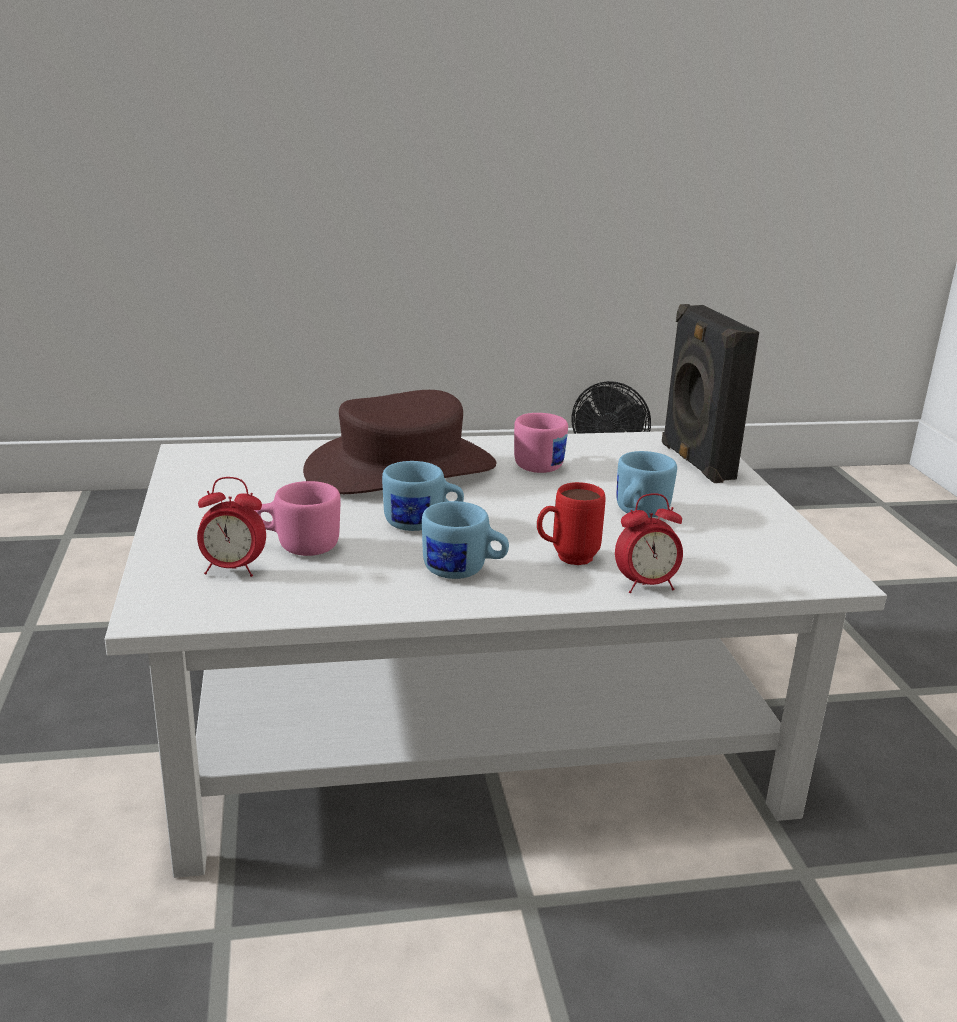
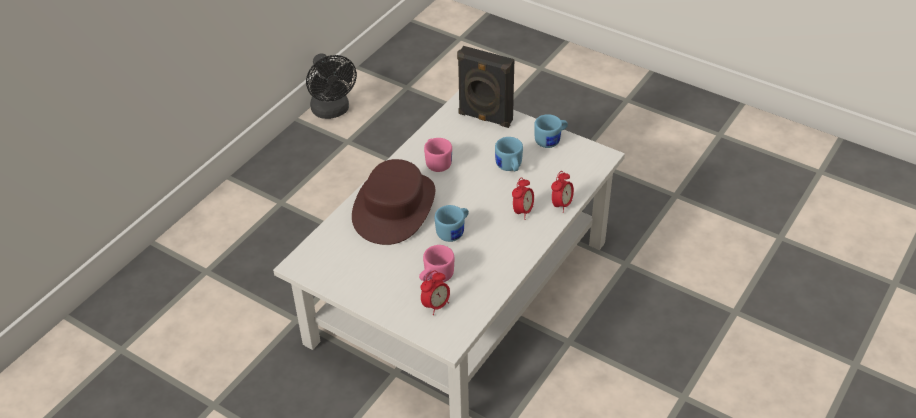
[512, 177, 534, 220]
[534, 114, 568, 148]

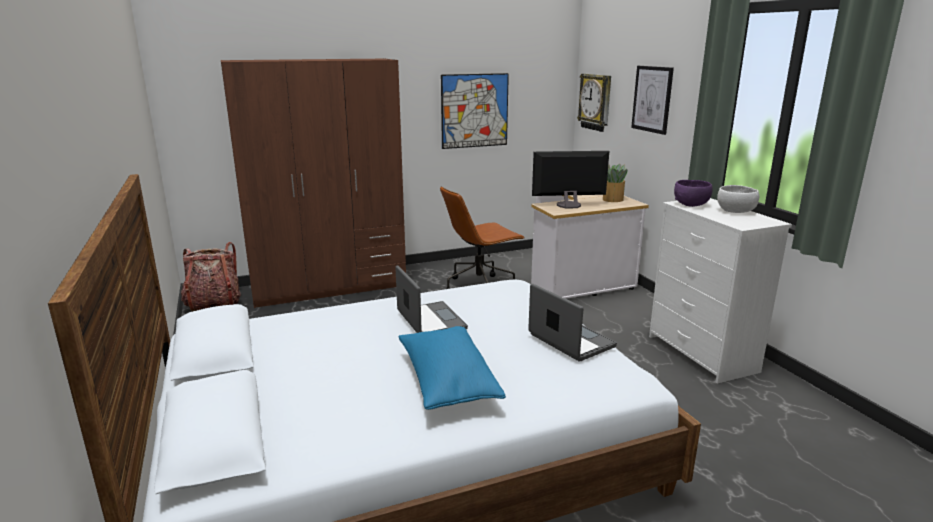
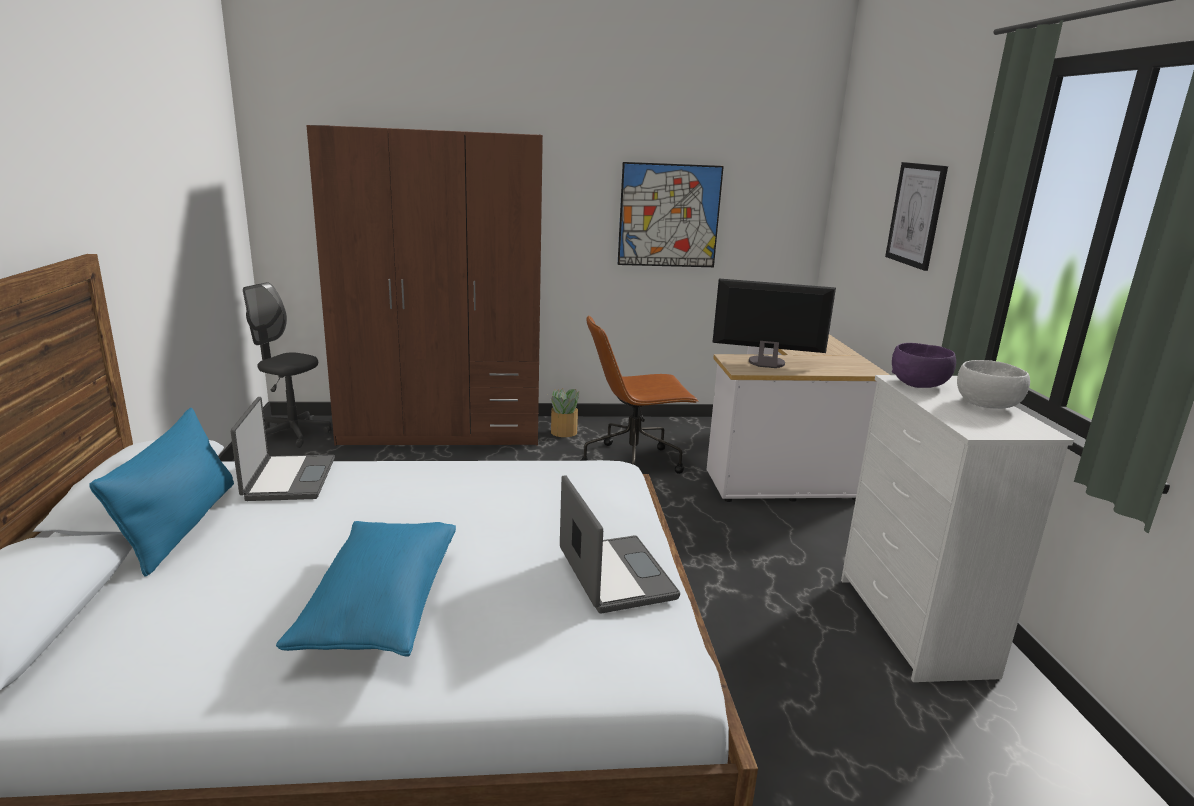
[577, 73, 611, 132] (first image)
[548, 388, 579, 437]
[243, 282, 331, 448]
[231, 397, 335, 501]
[89, 408, 234, 577]

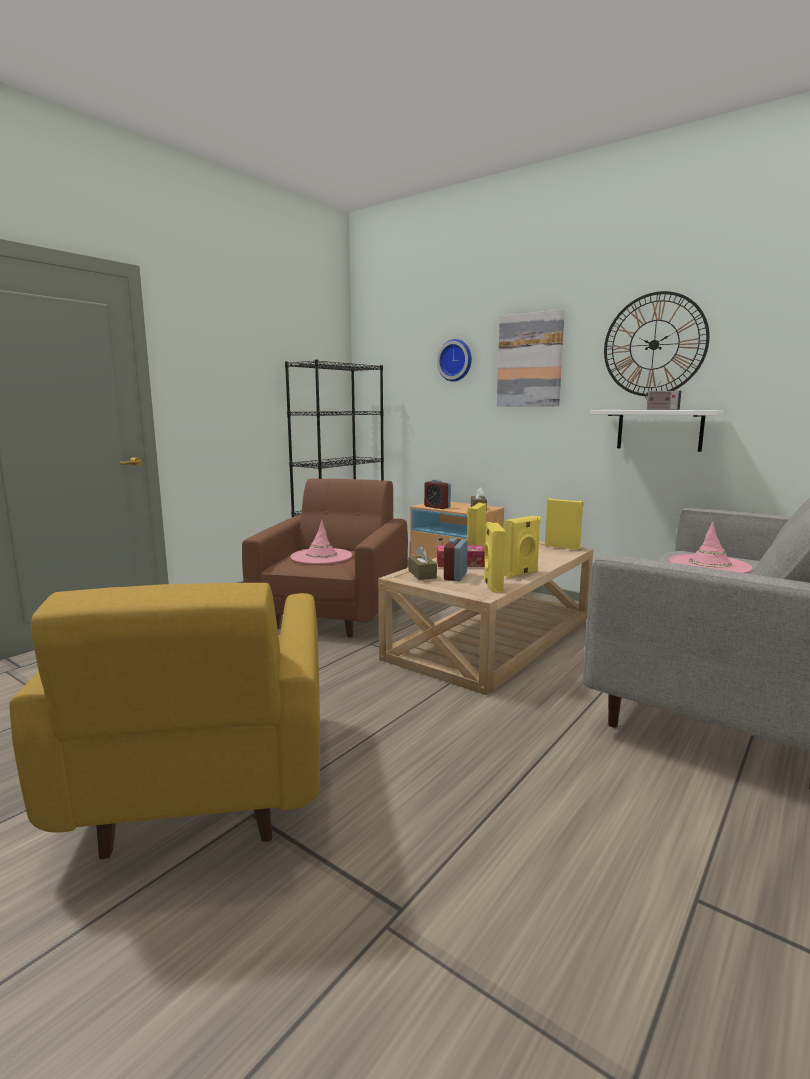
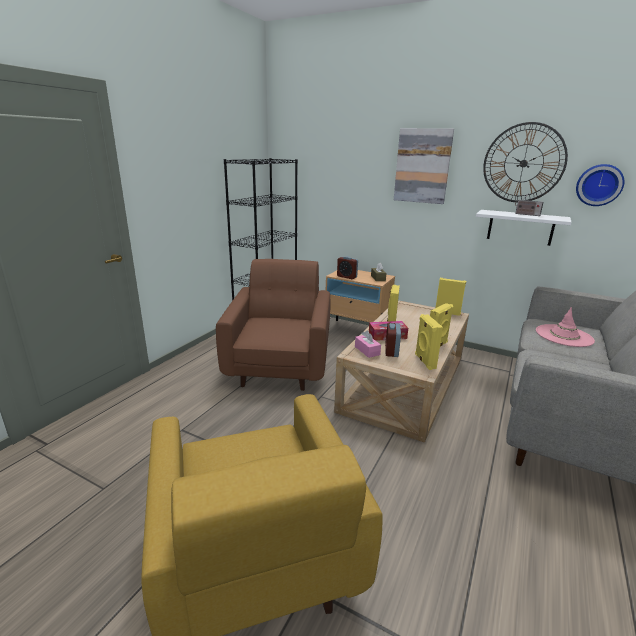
[576, 164, 625, 206]
[290, 520, 352, 564] (first image)
[355, 330, 381, 358]

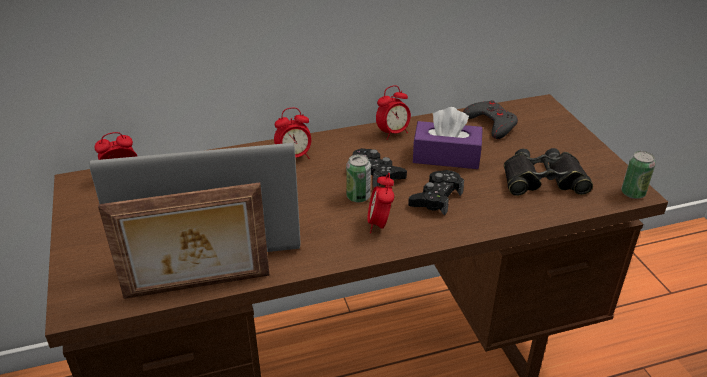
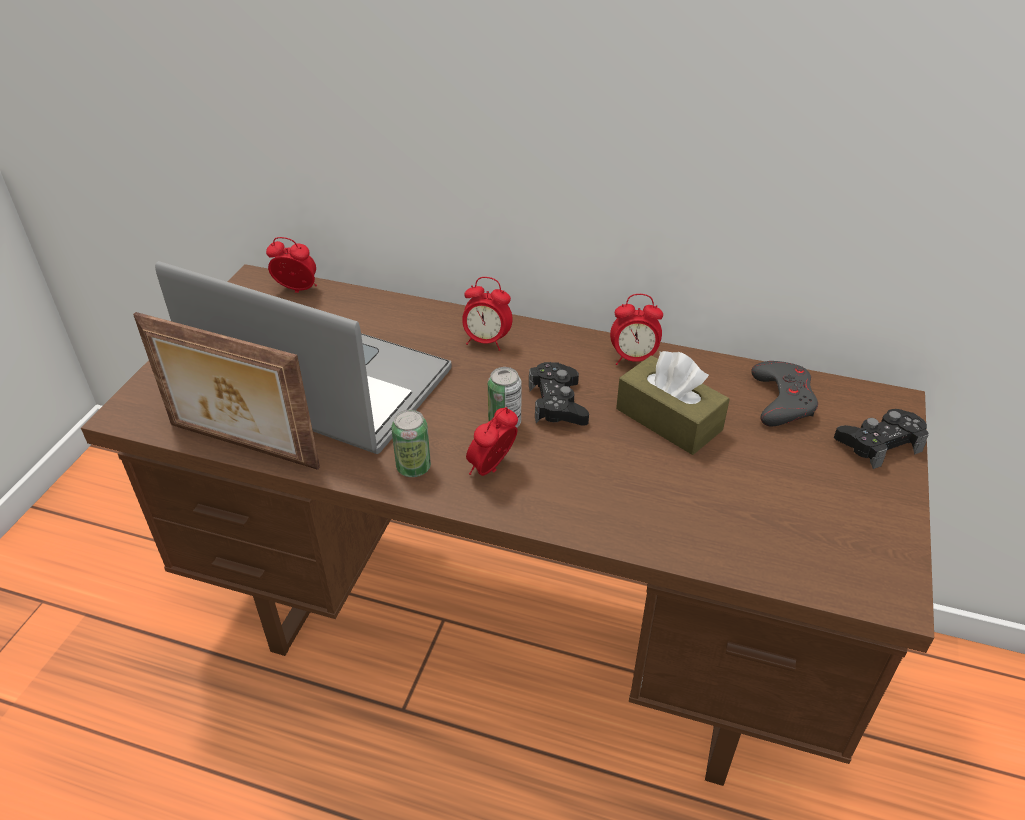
[616, 351, 730, 455]
[504, 148, 593, 196] (first image)
[391, 410, 431, 477]
[834, 409, 929, 469]

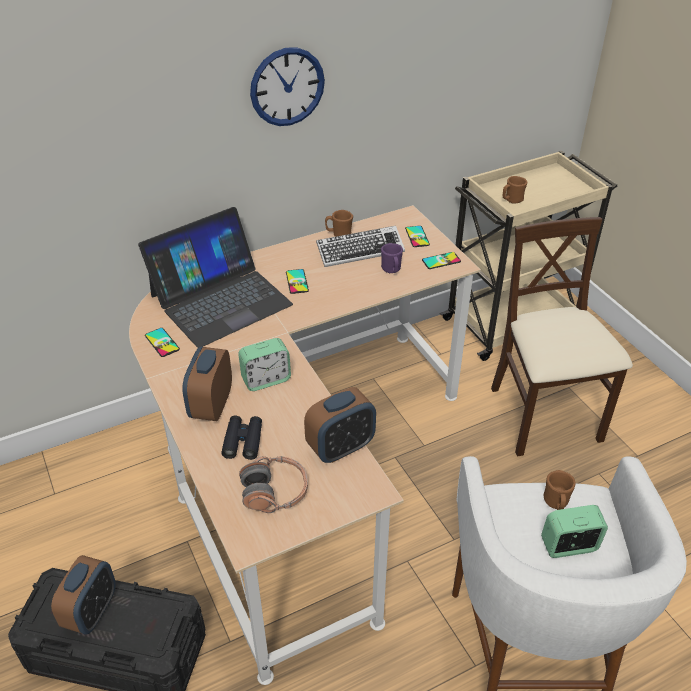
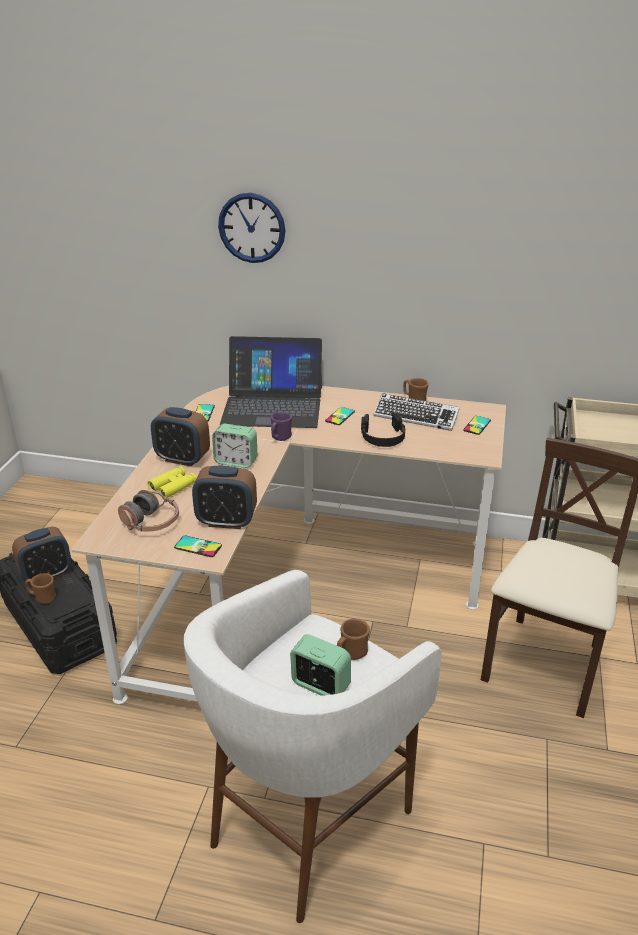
[218, 193, 286, 263]
[25, 573, 56, 604]
[271, 412, 292, 441]
[174, 536, 222, 557]
[151, 407, 210, 467]
[147, 466, 196, 498]
[361, 413, 405, 447]

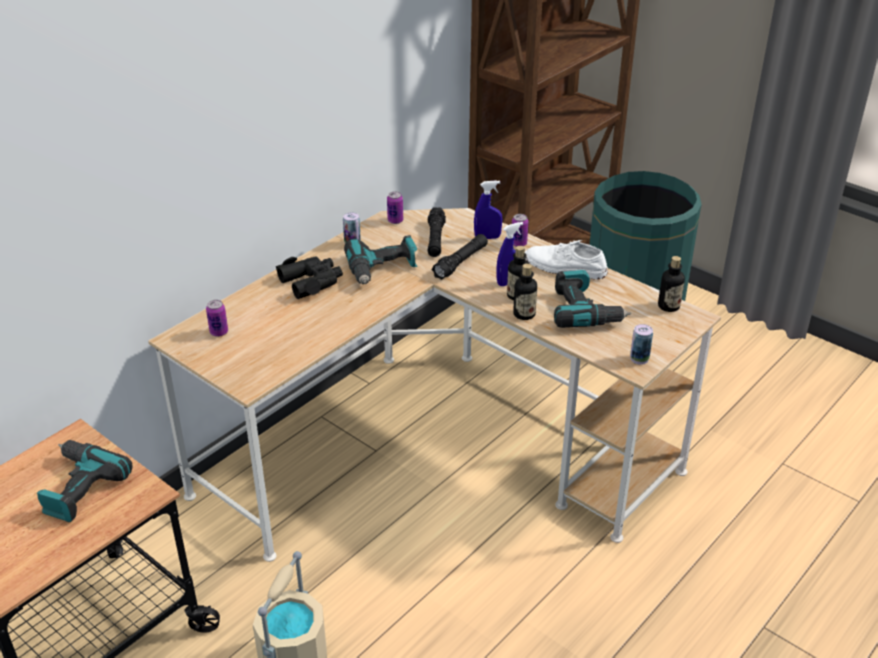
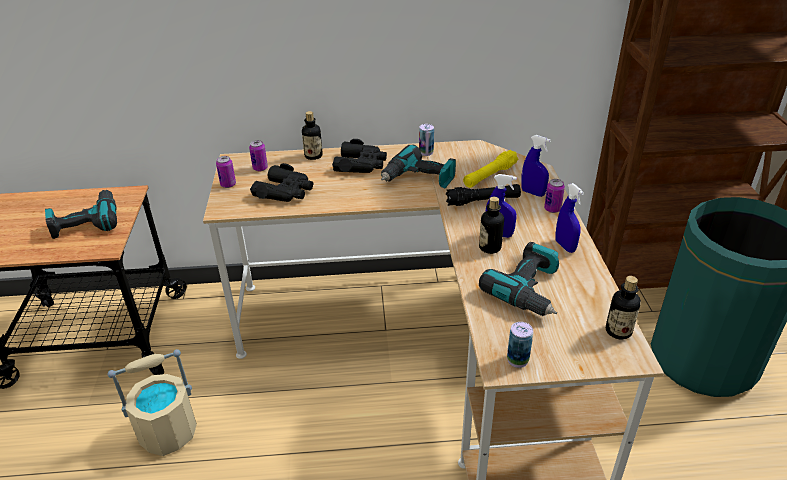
[216, 156, 236, 188]
[463, 150, 518, 188]
[555, 183, 584, 253]
[302, 111, 323, 160]
[250, 163, 313, 202]

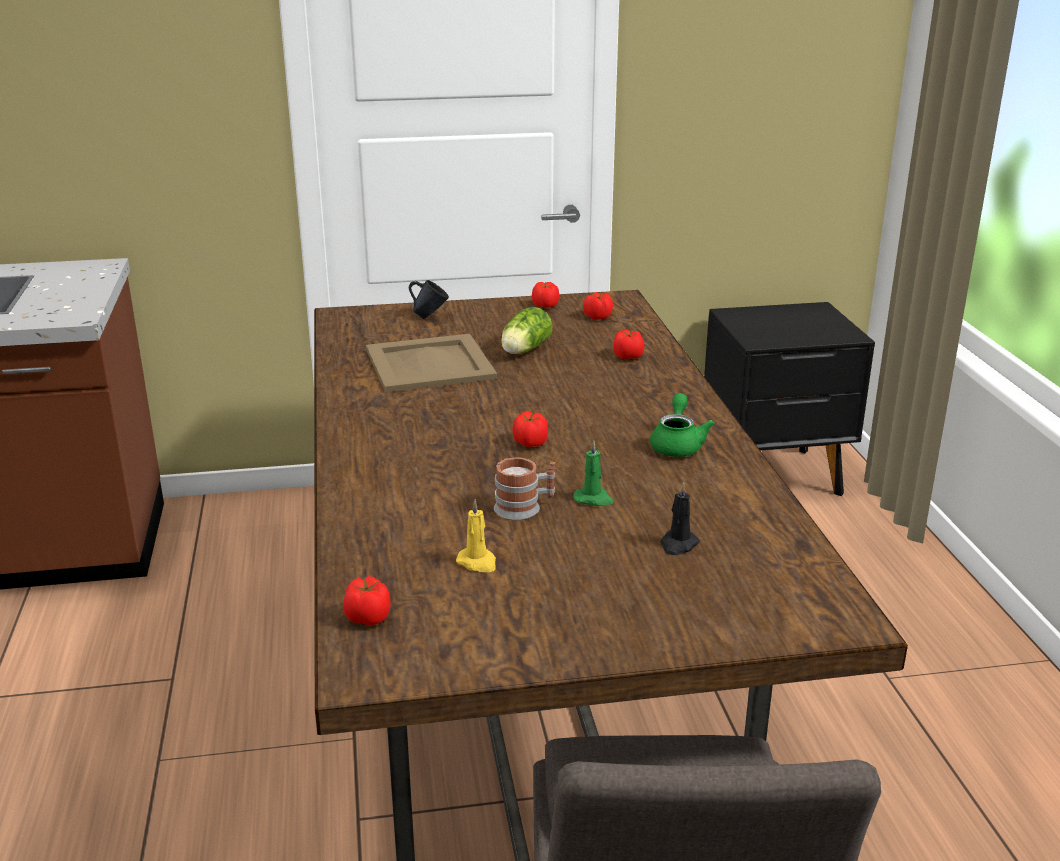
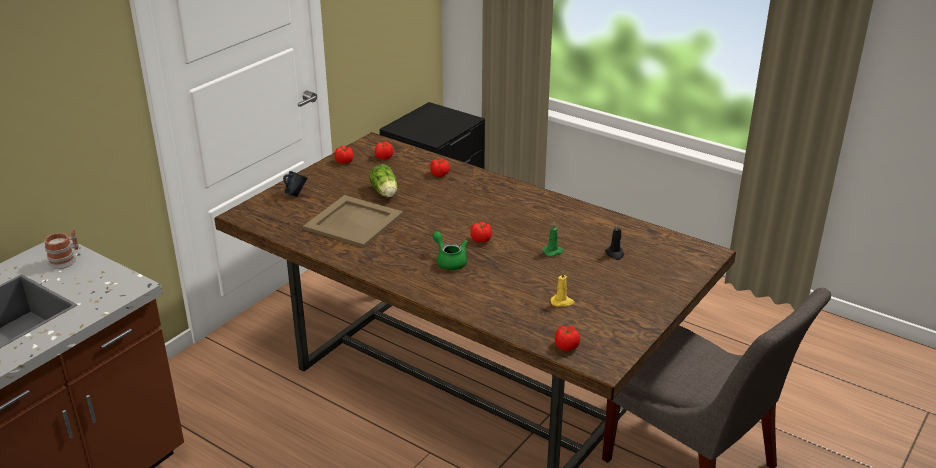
[433, 231, 468, 270]
[44, 229, 79, 269]

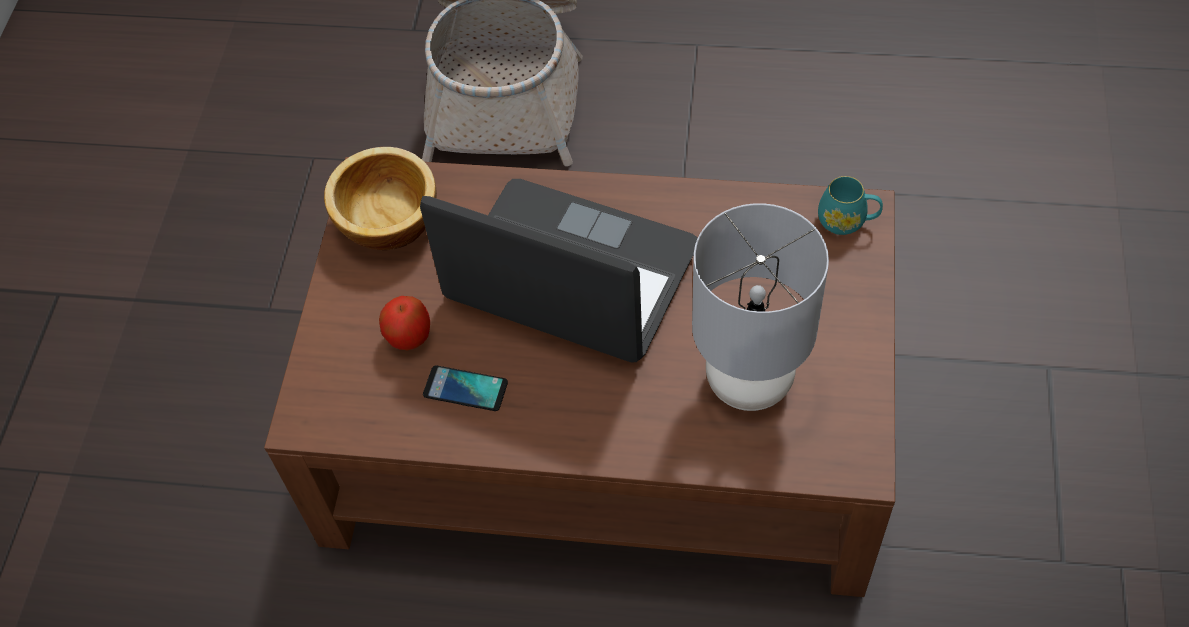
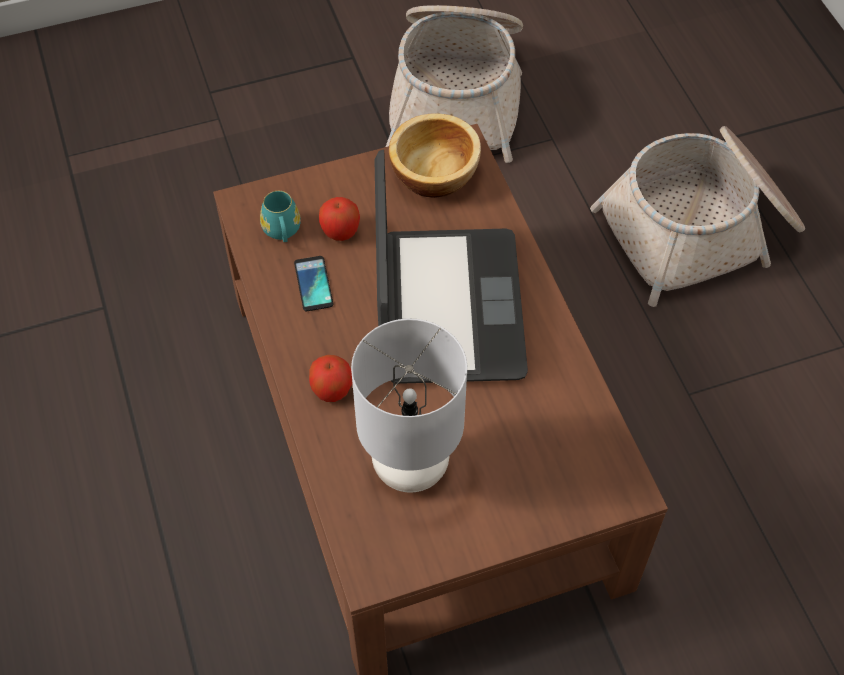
[260, 191, 301, 242]
[386, 5, 523, 163]
[309, 355, 352, 402]

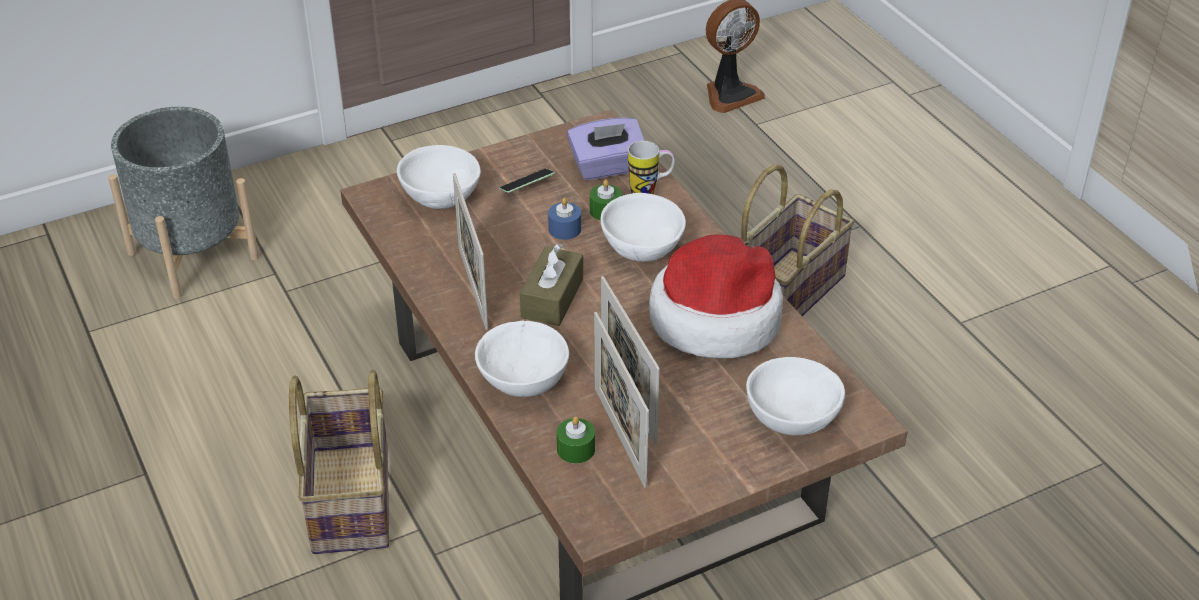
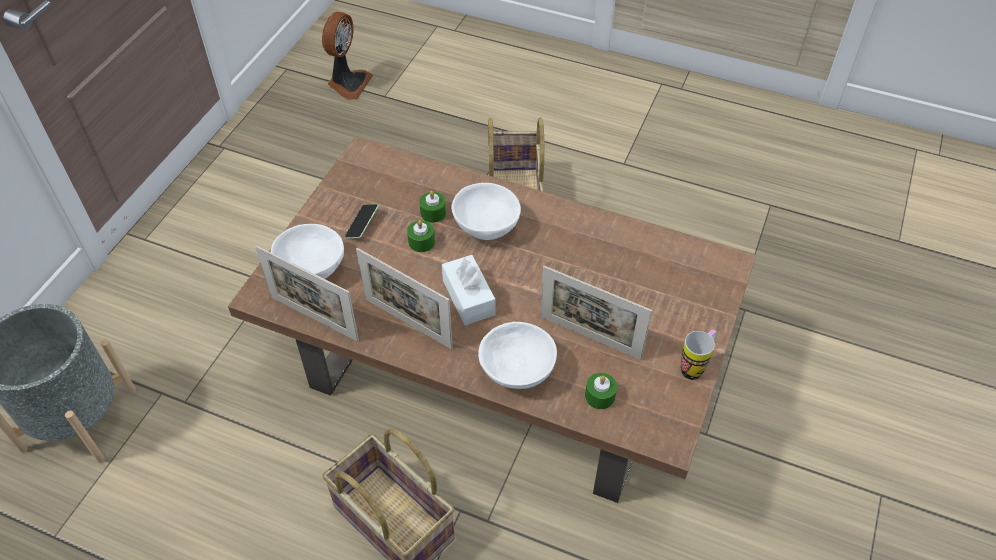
[567, 118, 645, 180] (first image)
[681, 330, 717, 380]
[407, 220, 435, 252]
[649, 234, 783, 359] (first image)
[442, 255, 495, 325]
[255, 246, 359, 342]
[746, 357, 845, 435] (first image)

